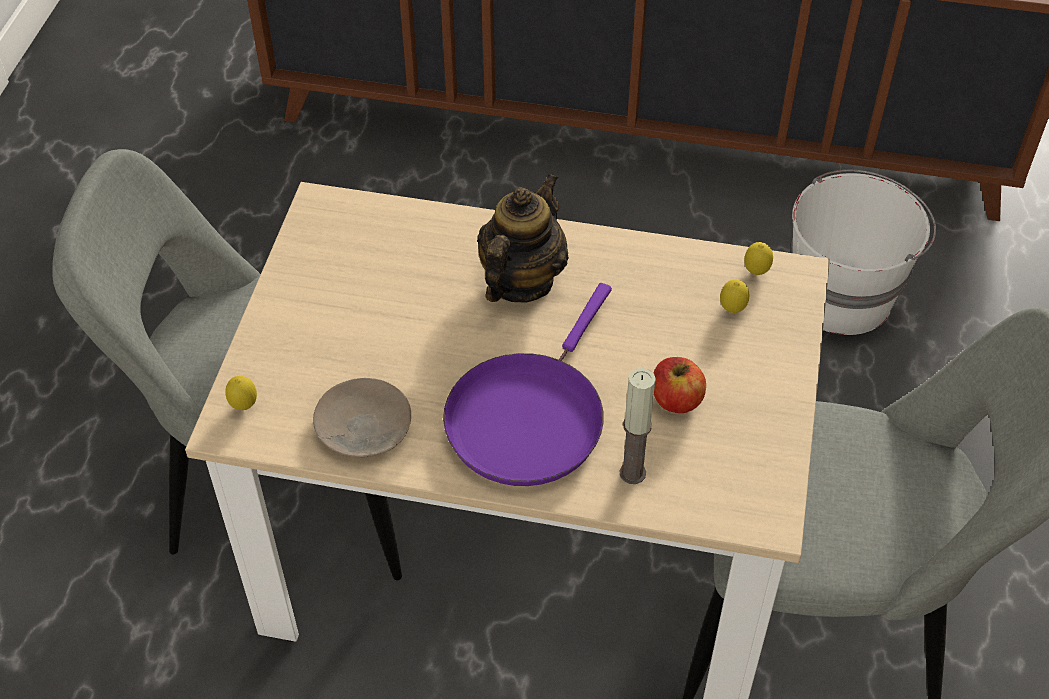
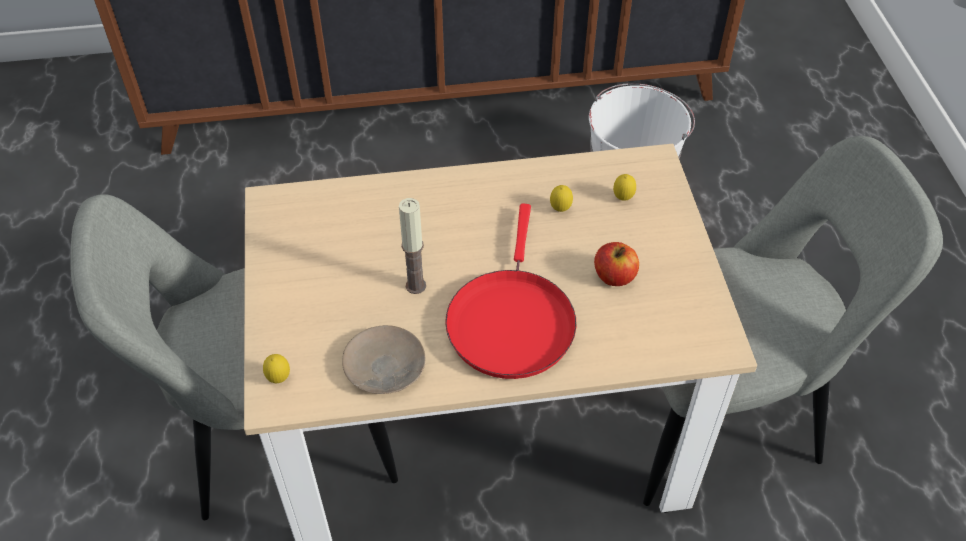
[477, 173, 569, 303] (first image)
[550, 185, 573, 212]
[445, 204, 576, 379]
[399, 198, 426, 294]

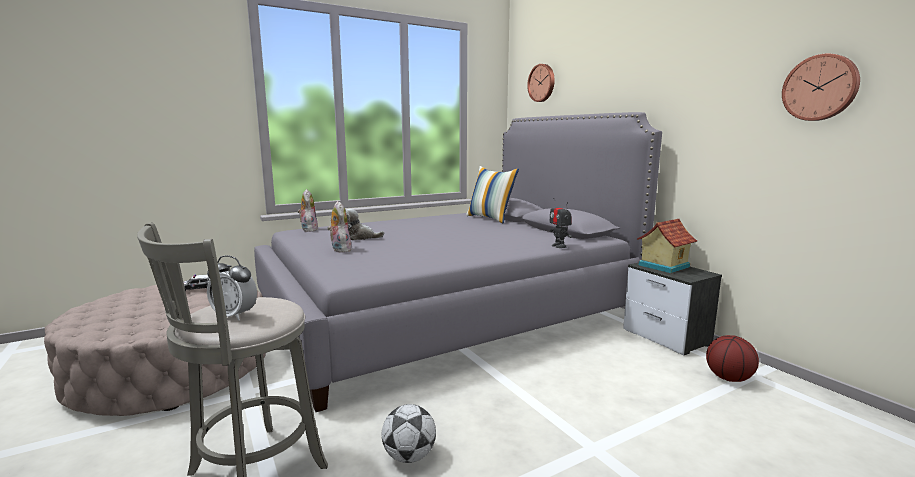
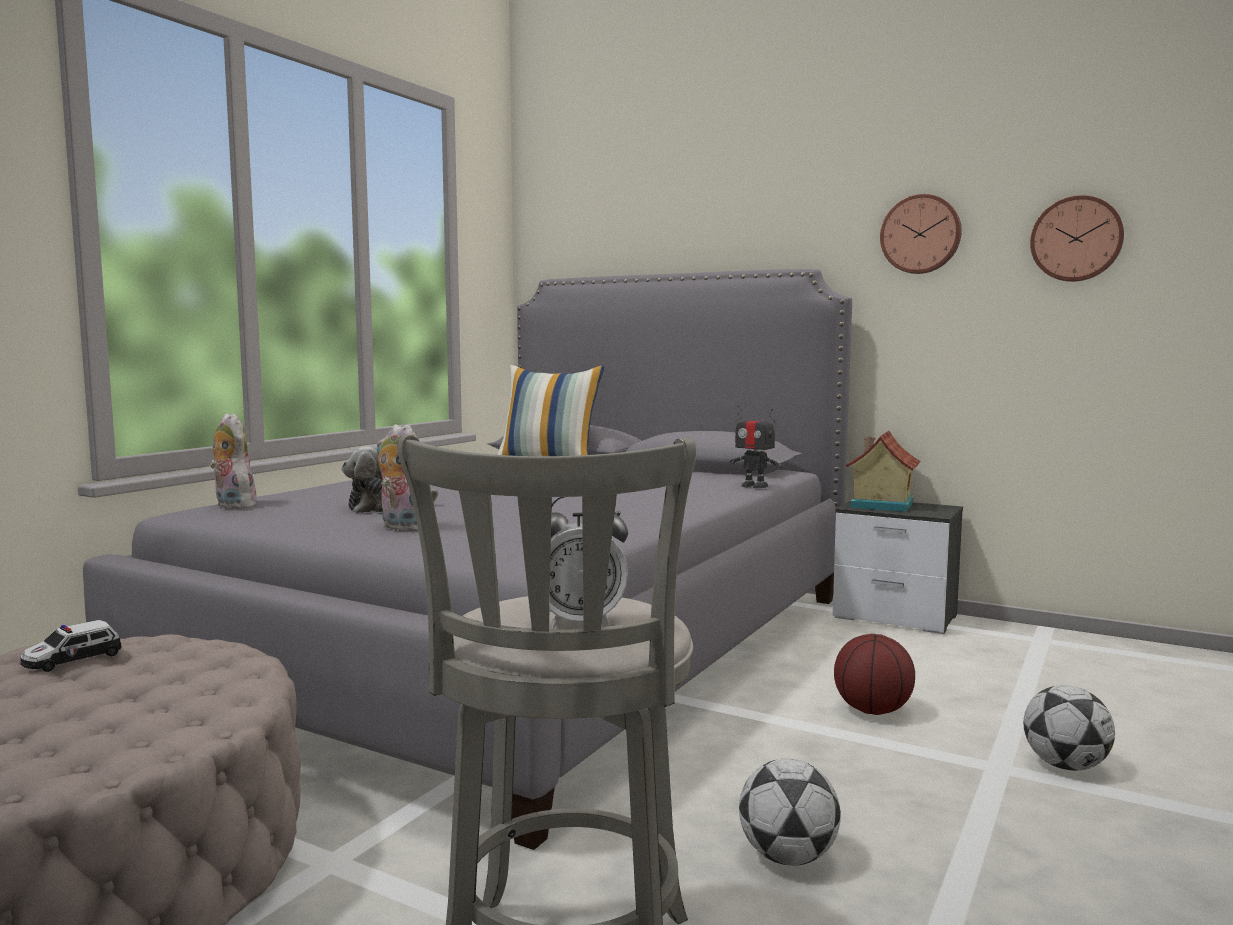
[880, 194, 962, 274]
[834, 634, 915, 715]
[1023, 685, 1115, 771]

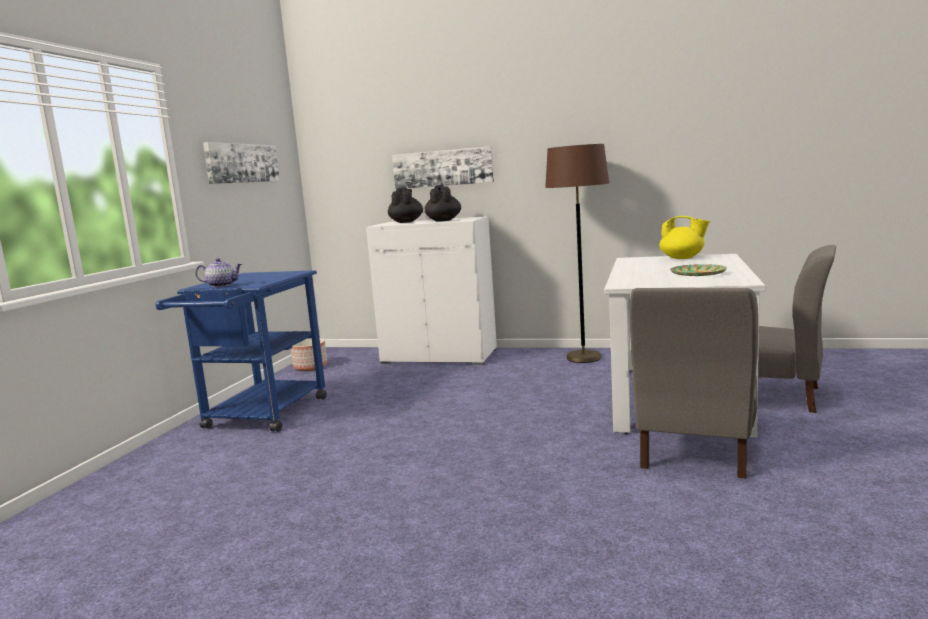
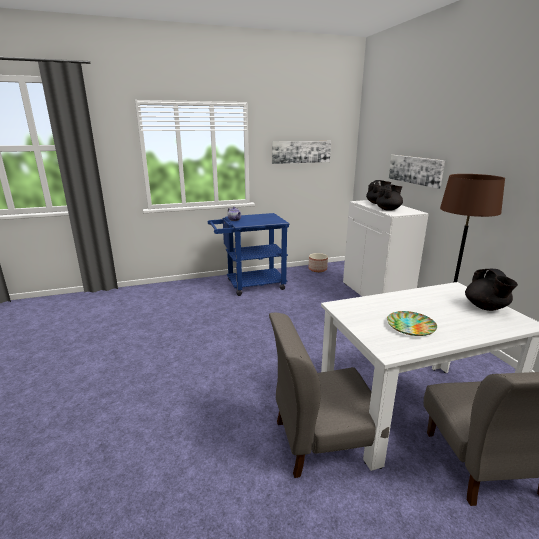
[465, 269, 518, 311]

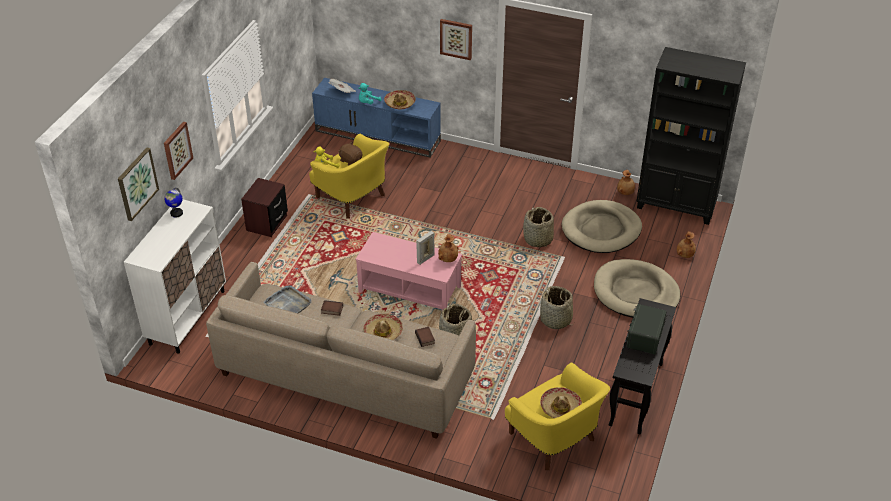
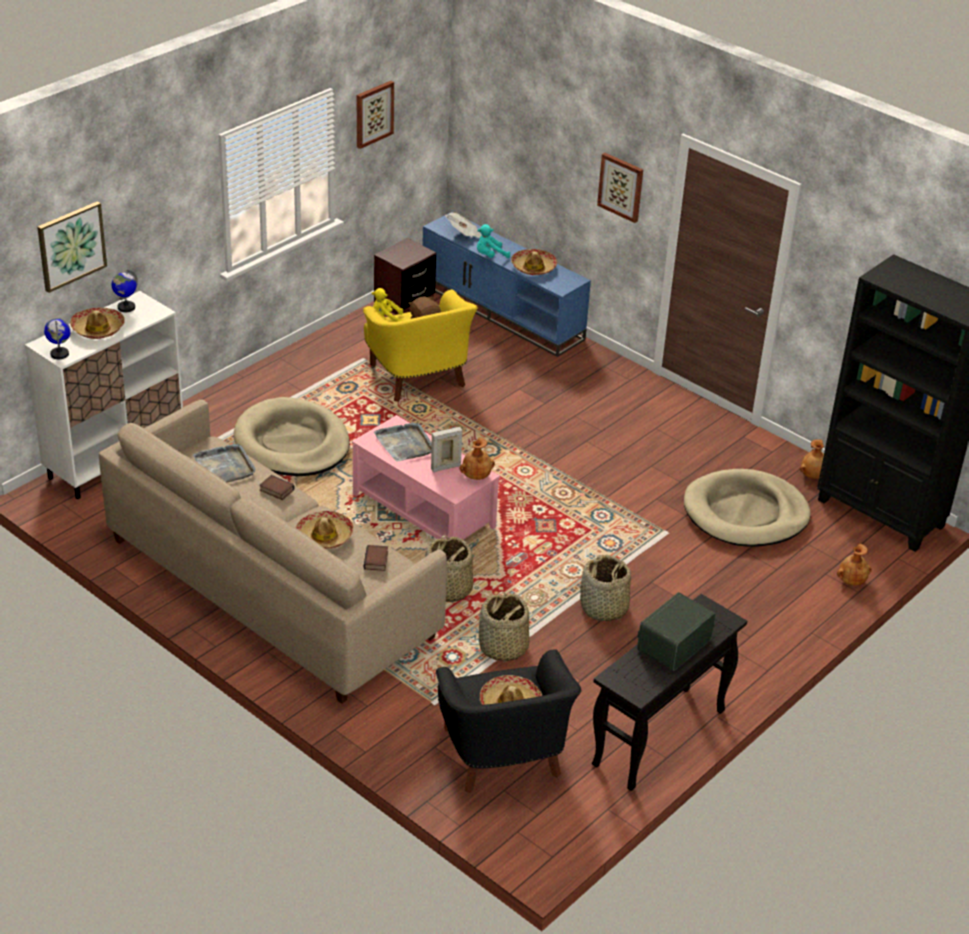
[357, 81, 394, 149]
[374, 238, 436, 315]
[479, 591, 530, 662]
[234, 397, 350, 476]
[436, 649, 581, 793]
[70, 307, 125, 339]
[44, 318, 71, 359]
[374, 423, 432, 461]

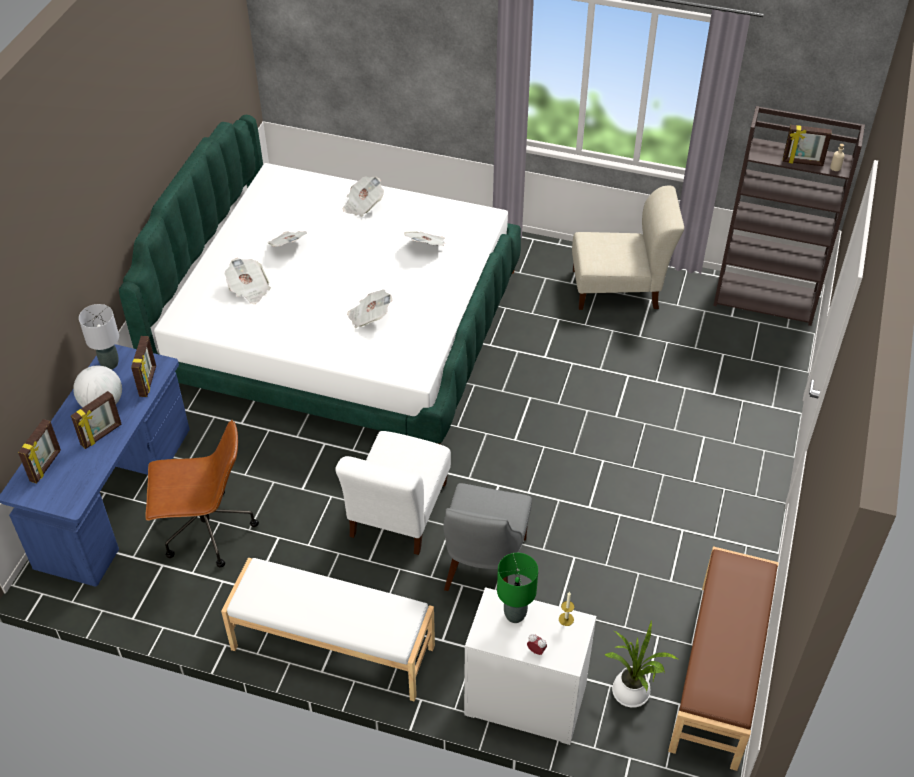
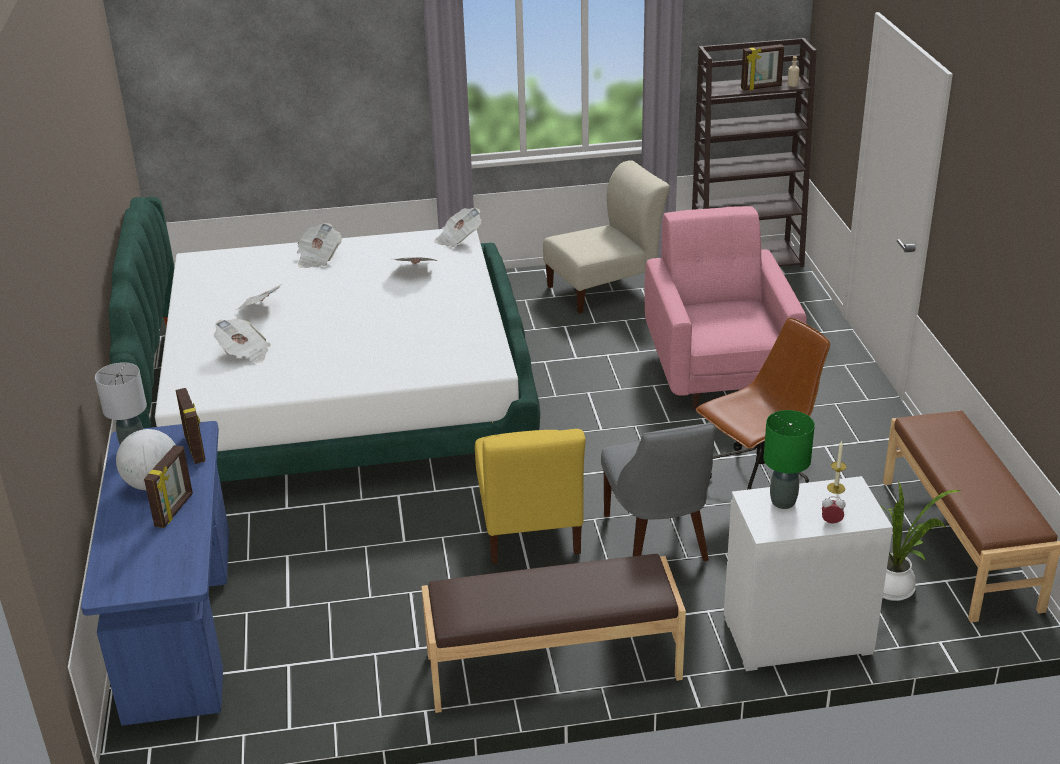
[434, 208, 482, 247]
[18, 419, 61, 483] (first image)
[696, 318, 830, 490]
[475, 429, 586, 564]
[421, 554, 686, 713]
[645, 206, 807, 409]

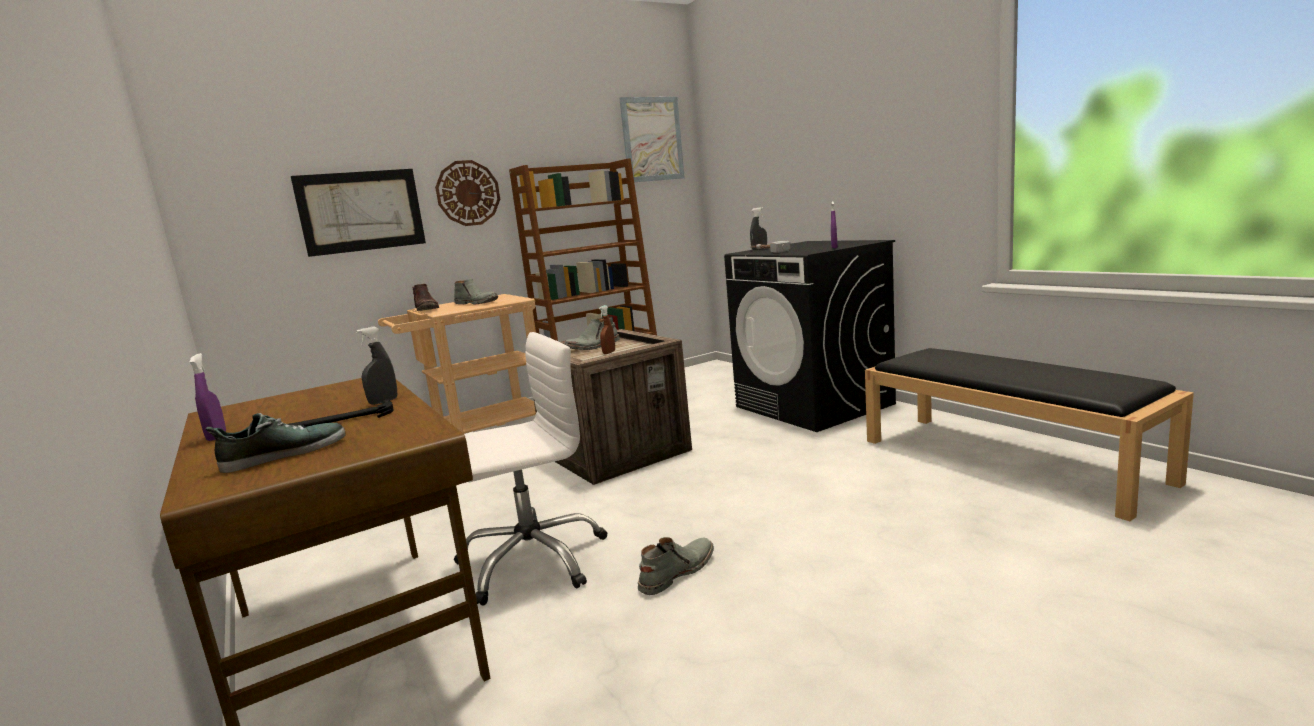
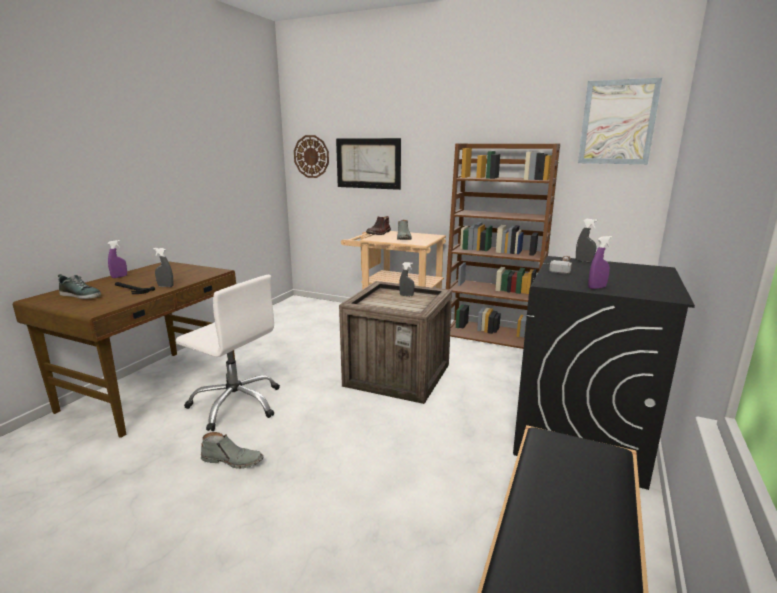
[294, 135, 329, 178]
[599, 305, 615, 354] (first image)
[399, 262, 414, 296]

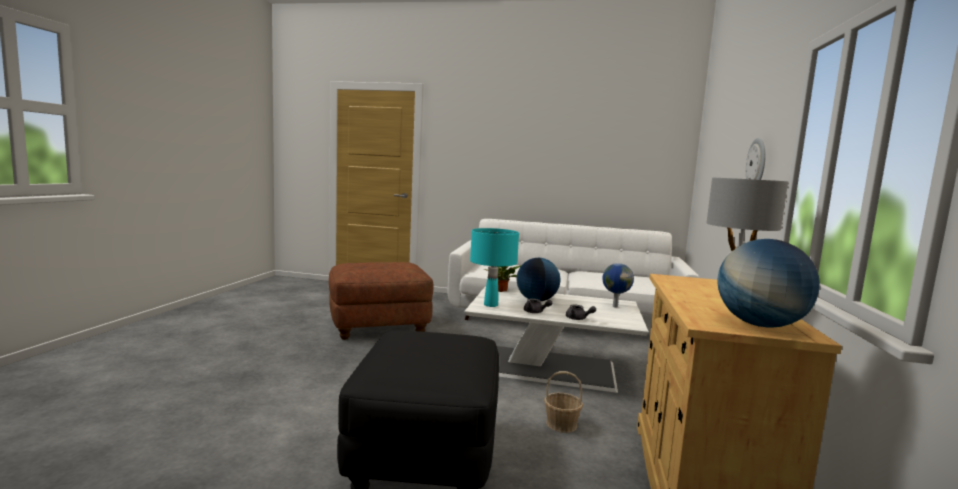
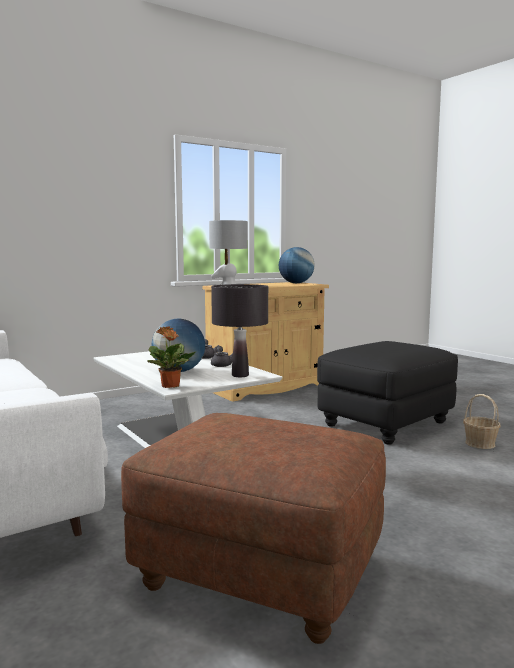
[746, 138, 765, 180] (first image)
[211, 284, 268, 377]
[602, 263, 634, 308] (first image)
[463, 394, 501, 449]

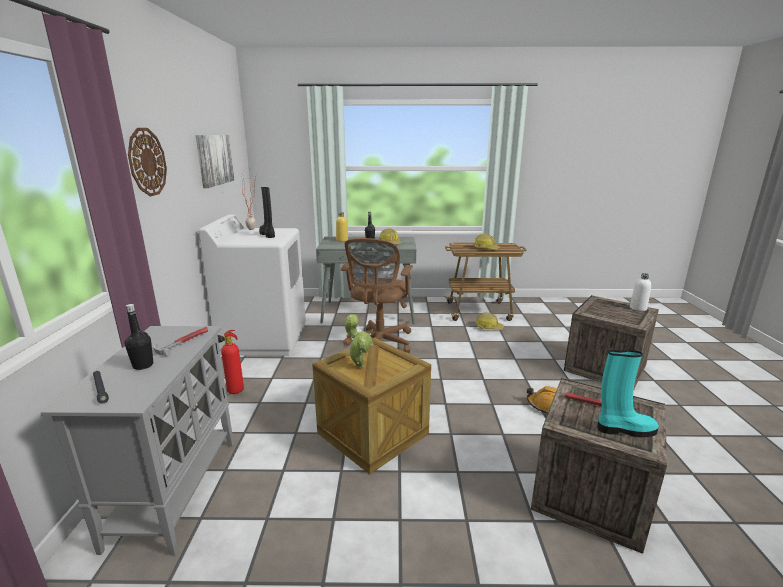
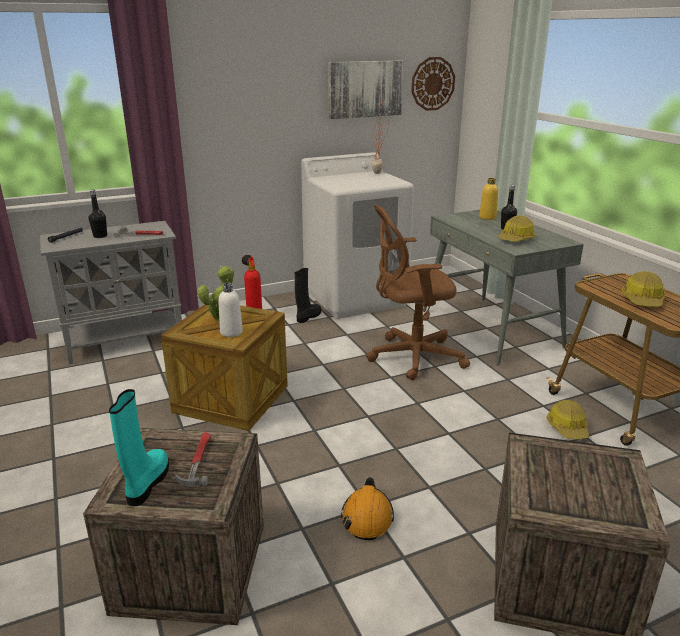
[411, 57, 455, 111]
[295, 268, 321, 323]
[218, 283, 243, 337]
[109, 389, 169, 506]

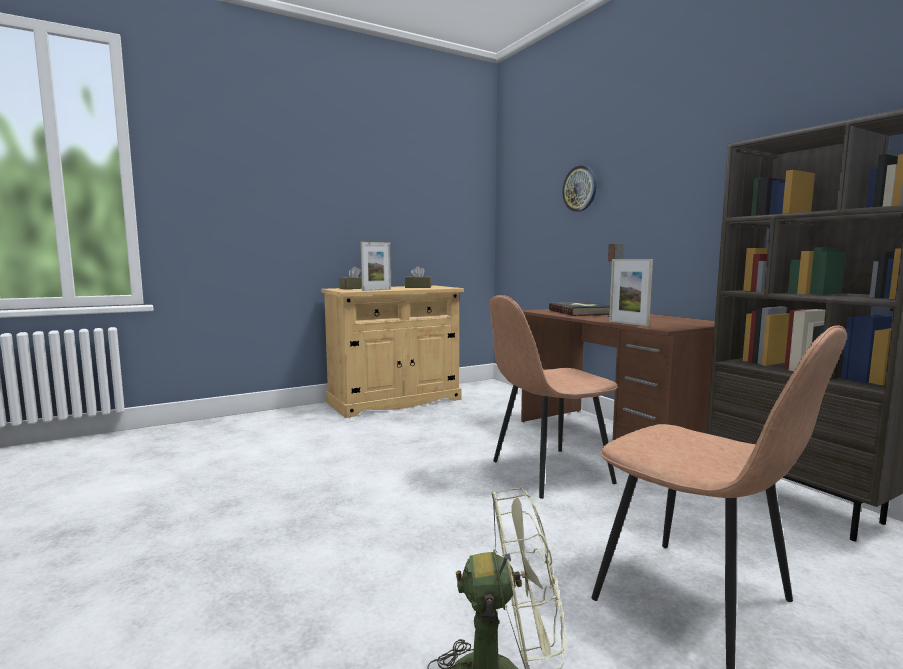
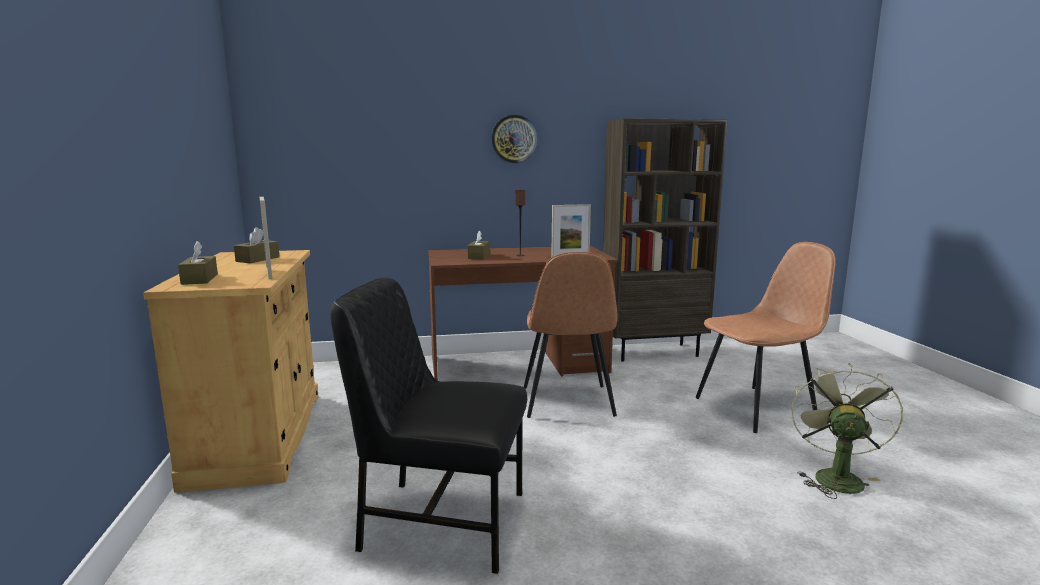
[491, 115, 538, 163]
[467, 231, 489, 259]
[330, 278, 527, 574]

